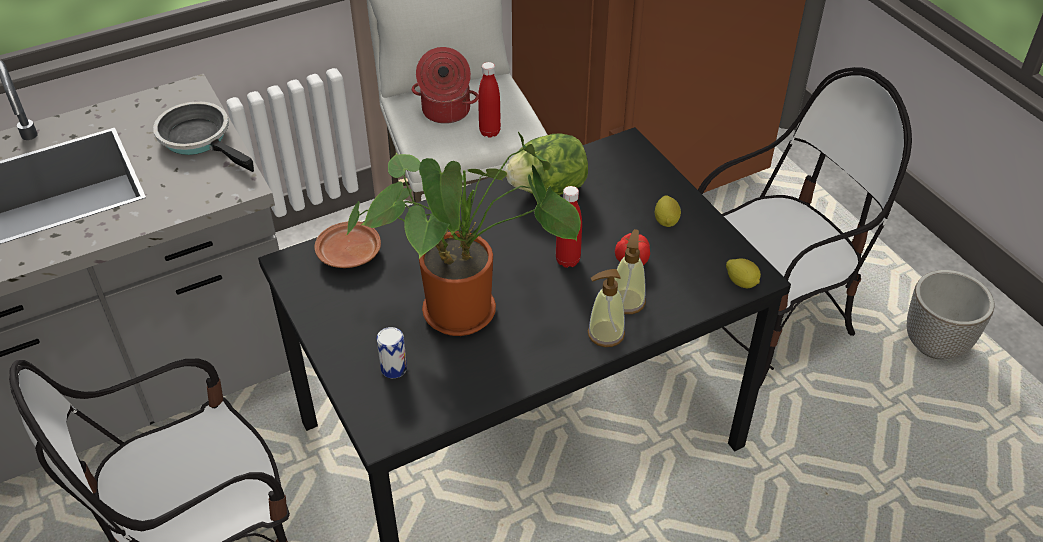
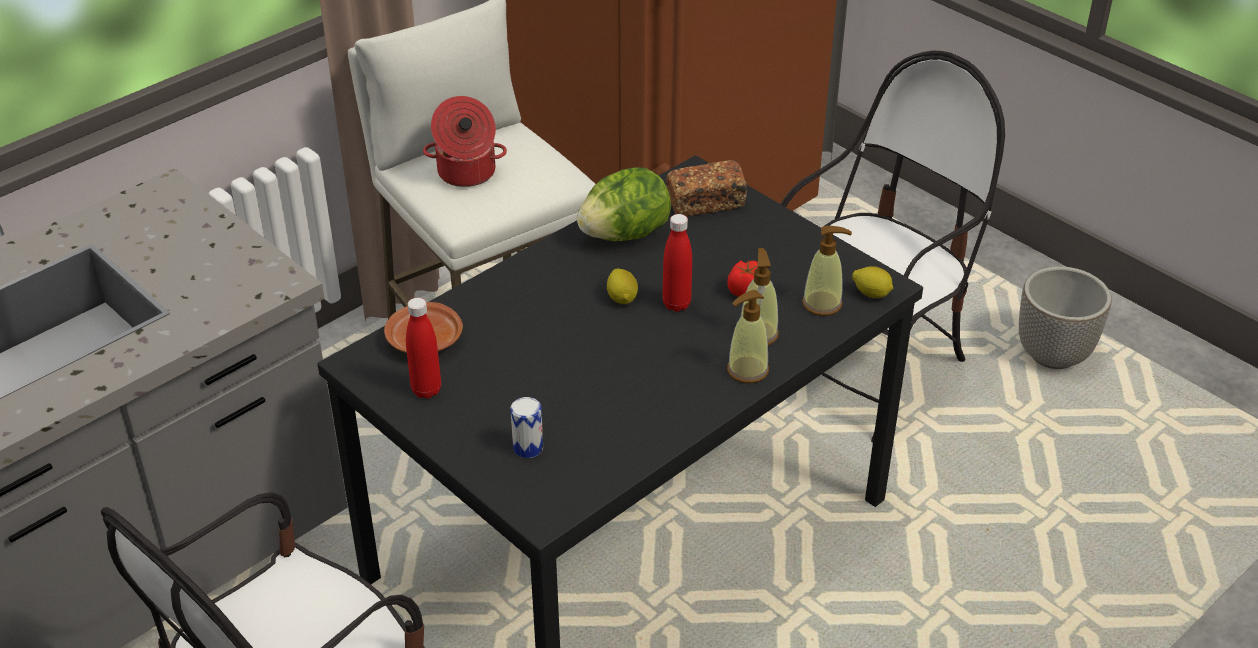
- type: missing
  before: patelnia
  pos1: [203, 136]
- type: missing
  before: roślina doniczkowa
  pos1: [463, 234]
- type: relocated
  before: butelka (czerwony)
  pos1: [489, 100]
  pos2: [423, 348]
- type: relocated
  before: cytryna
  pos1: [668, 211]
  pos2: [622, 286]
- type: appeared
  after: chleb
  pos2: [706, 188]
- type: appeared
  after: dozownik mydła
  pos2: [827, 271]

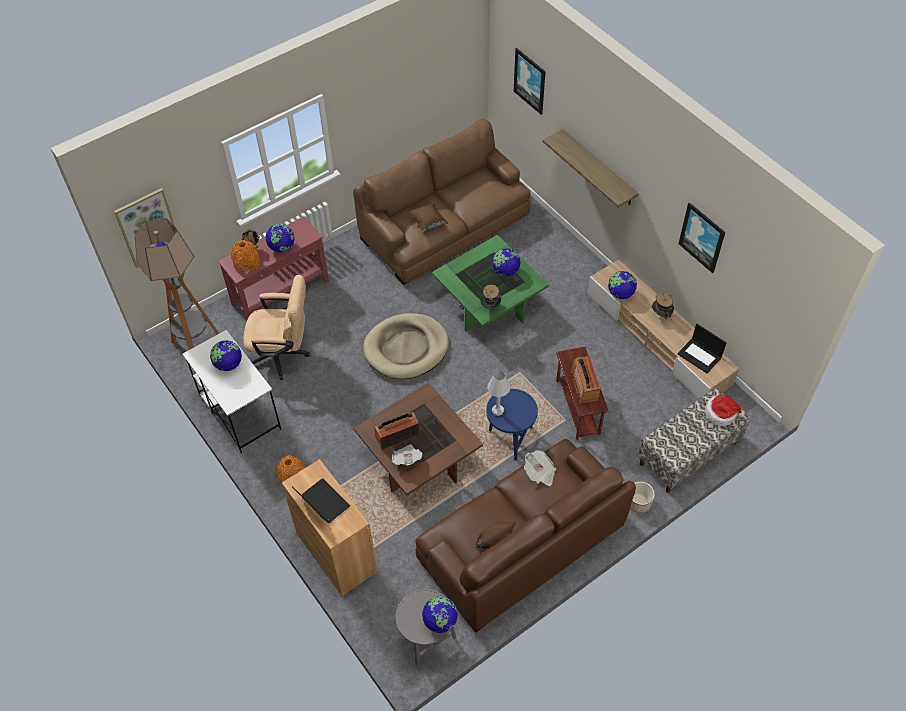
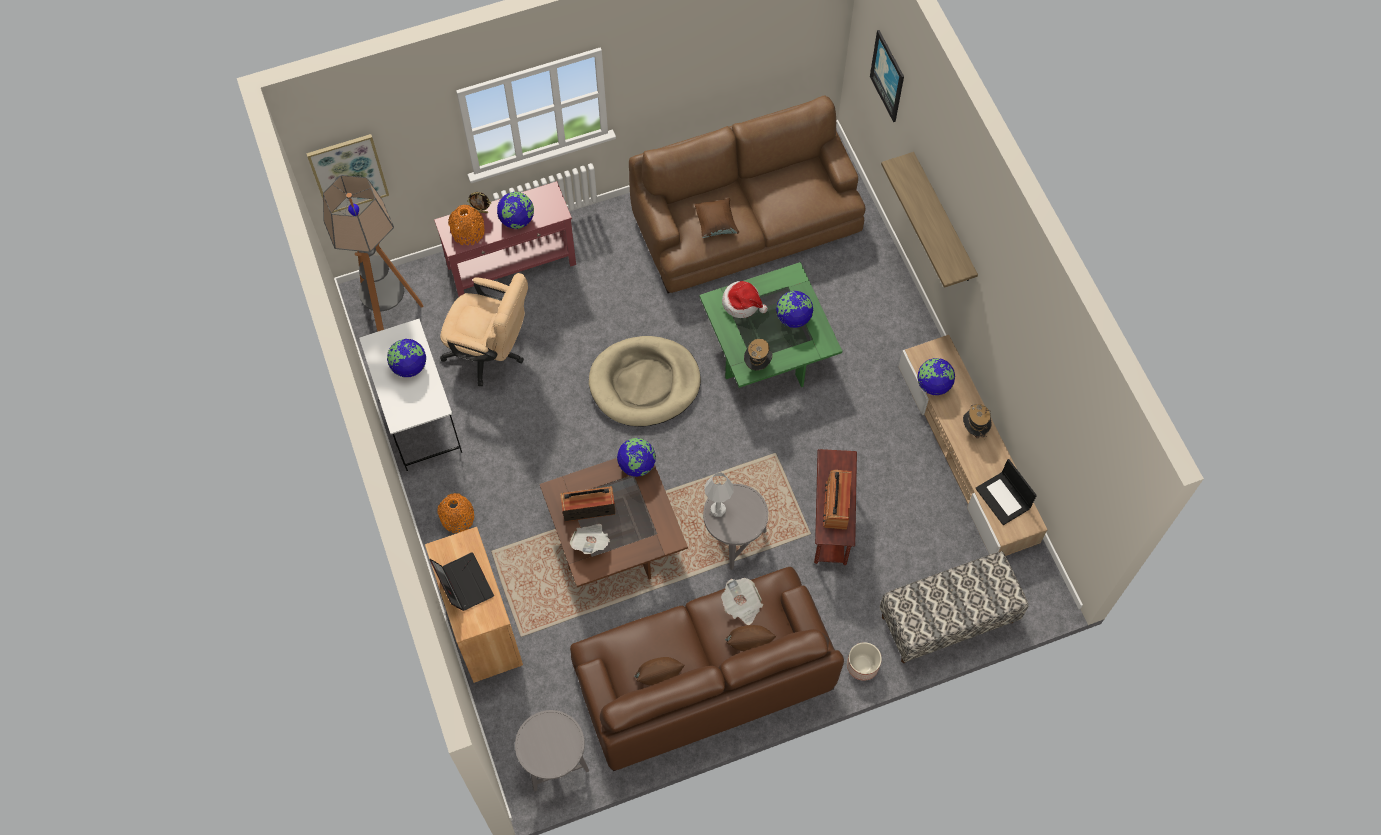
- type: relocated
  before: globus
  pos1: [440, 615]
  pos2: [636, 457]
- type: colour
  before: stolik (niebieski)
  after: stolik (szary)
  pos1: [512, 425]
  pos2: [735, 527]
- type: missing
  before: obraz
  pos1: [701, 237]
- type: relocated
  before: kapelusz
  pos1: [725, 410]
  pos2: [745, 299]
- type: appeared
  after: poduszka (brązowy)
  pos2: [750, 638]

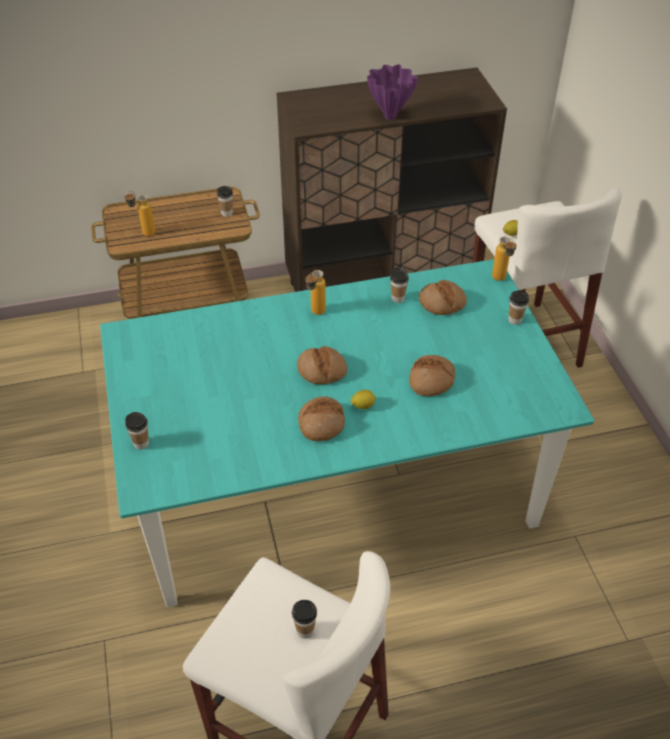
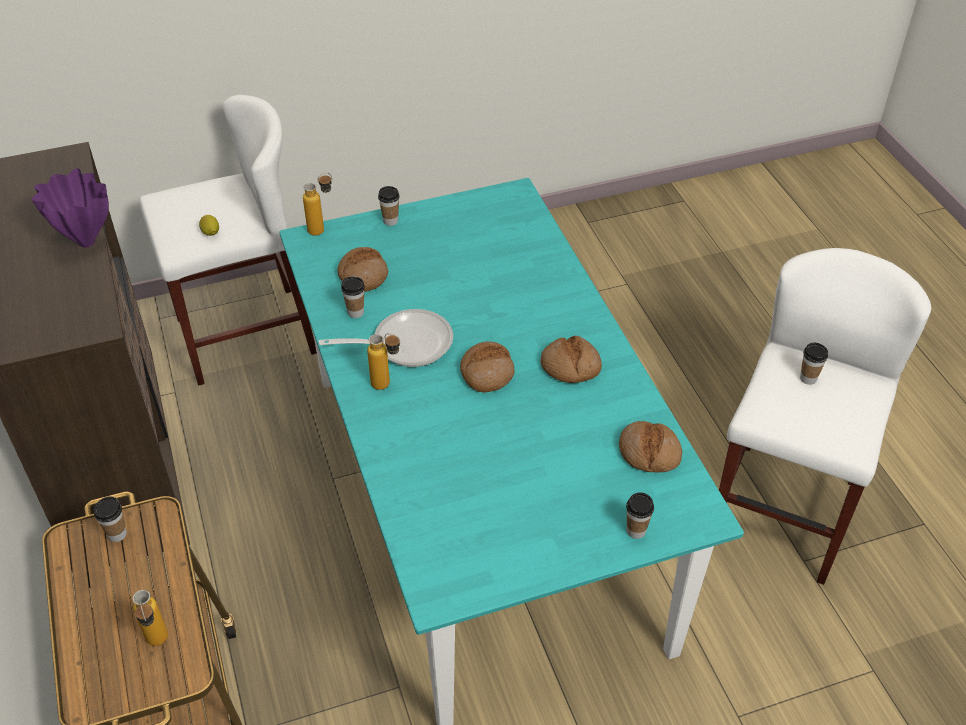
- type: missing
  before: cytryna
  pos1: [363, 399]
- type: relocated
  before: chleb
  pos1: [432, 375]
  pos2: [650, 447]
- type: appeared
  after: patelnia
  pos2: [386, 338]

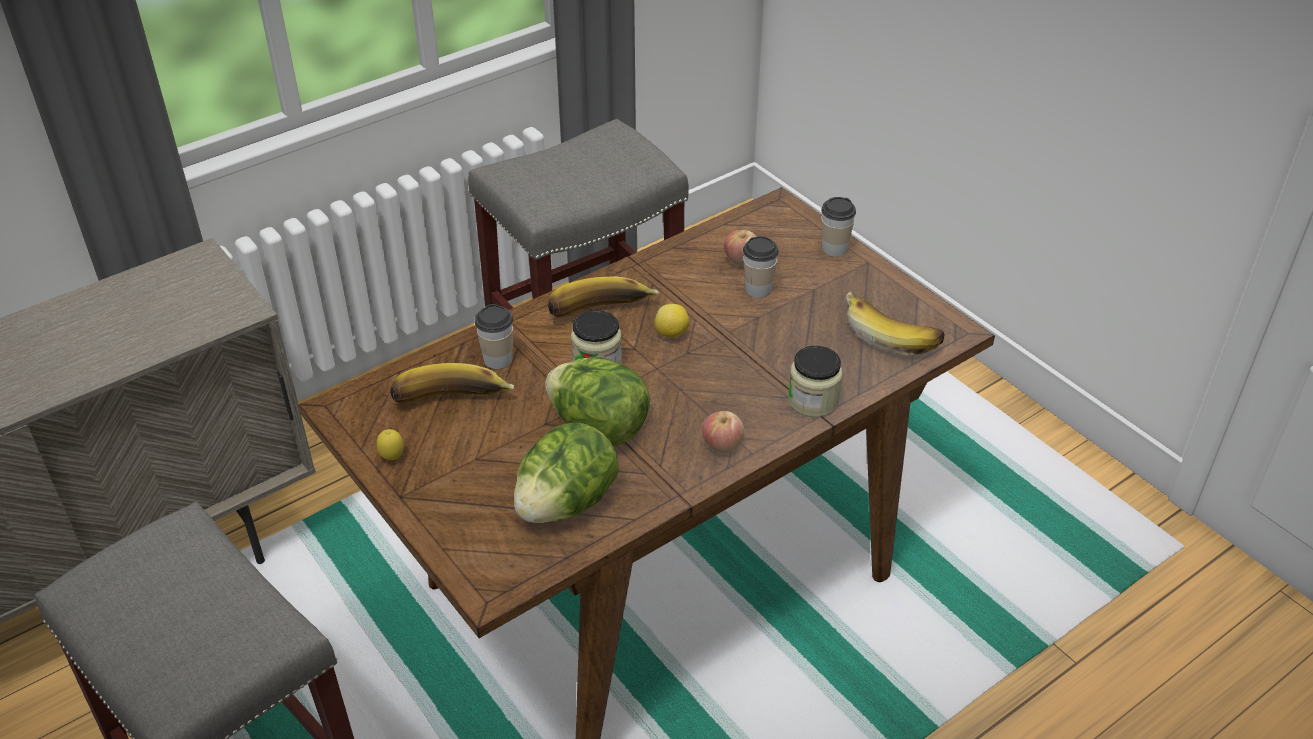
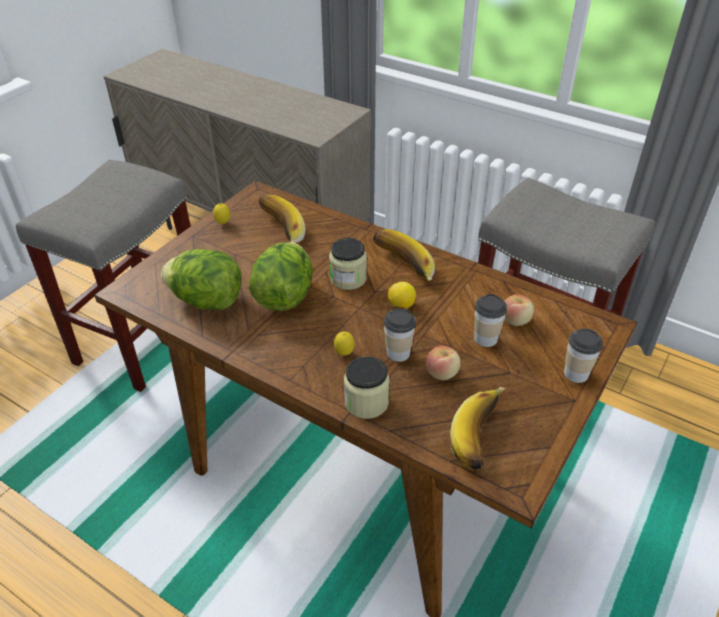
- type: relocated
  before: filiżanka
  pos1: [494, 336]
  pos2: [400, 335]
- type: relocated
  before: jabłko
  pos1: [723, 432]
  pos2: [443, 363]
- type: appeared
  after: cytryna
  pos2: [344, 343]

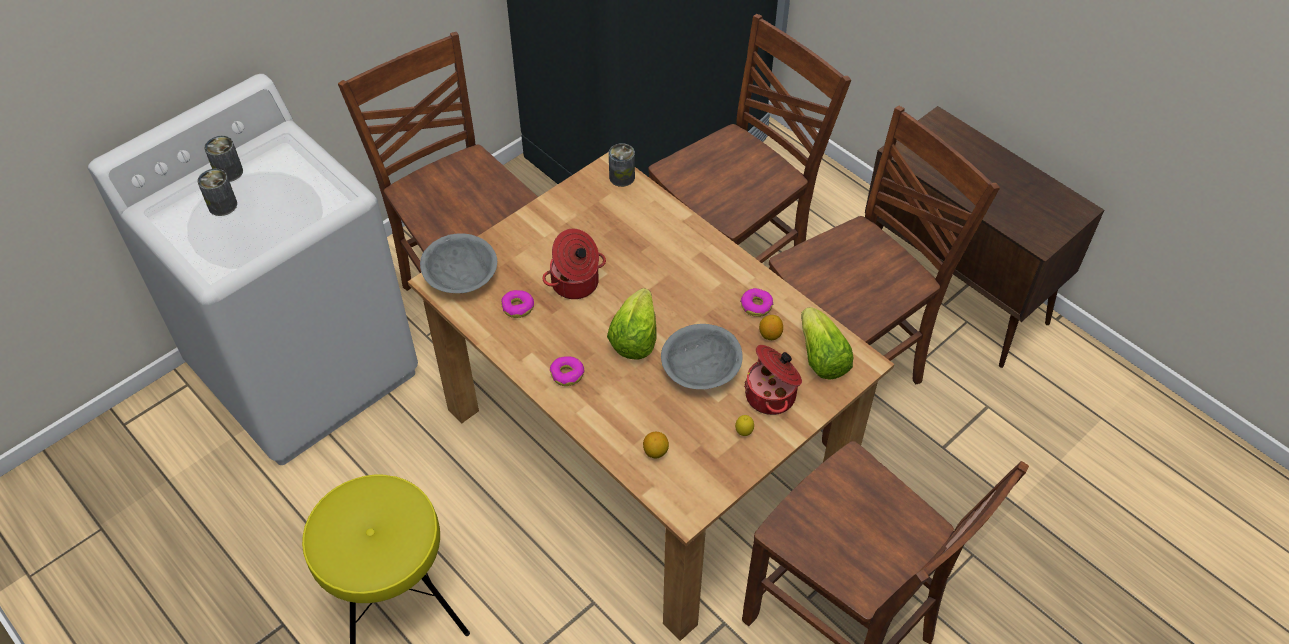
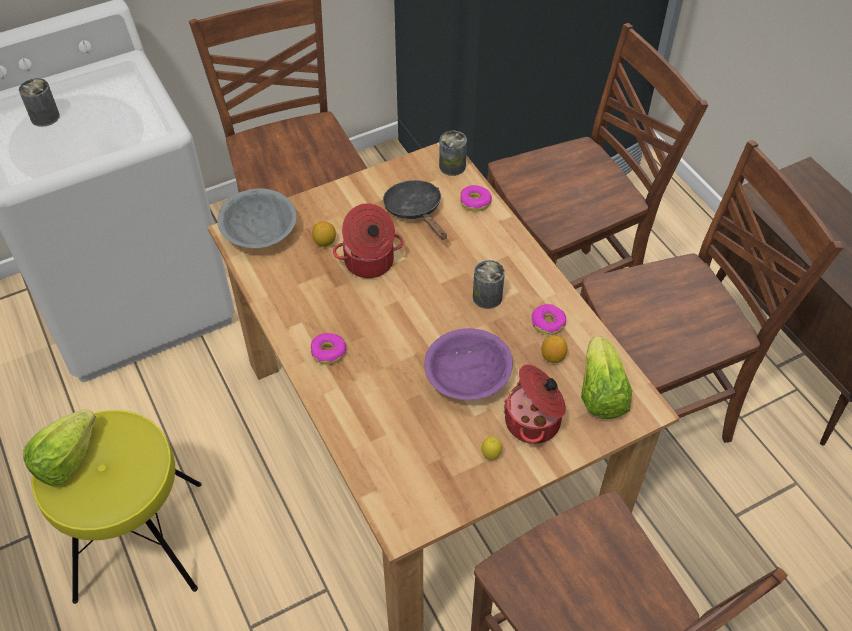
- type: relocated
  before: puszka
  pos1: [223, 159]
  pos2: [489, 284]
- type: relocated
  before: donut
  pos1: [517, 304]
  pos2: [476, 198]
- type: relocated
  before: sałata
  pos1: [631, 323]
  pos2: [59, 447]
- type: relocated
  before: cytryna
  pos1: [656, 445]
  pos2: [324, 234]
- type: colour
  before: miska (szary)
  after: miska (fioletowy)
  pos1: [702, 356]
  pos2: [468, 364]
- type: appeared
  after: patelnia (czarny)
  pos2: [415, 210]

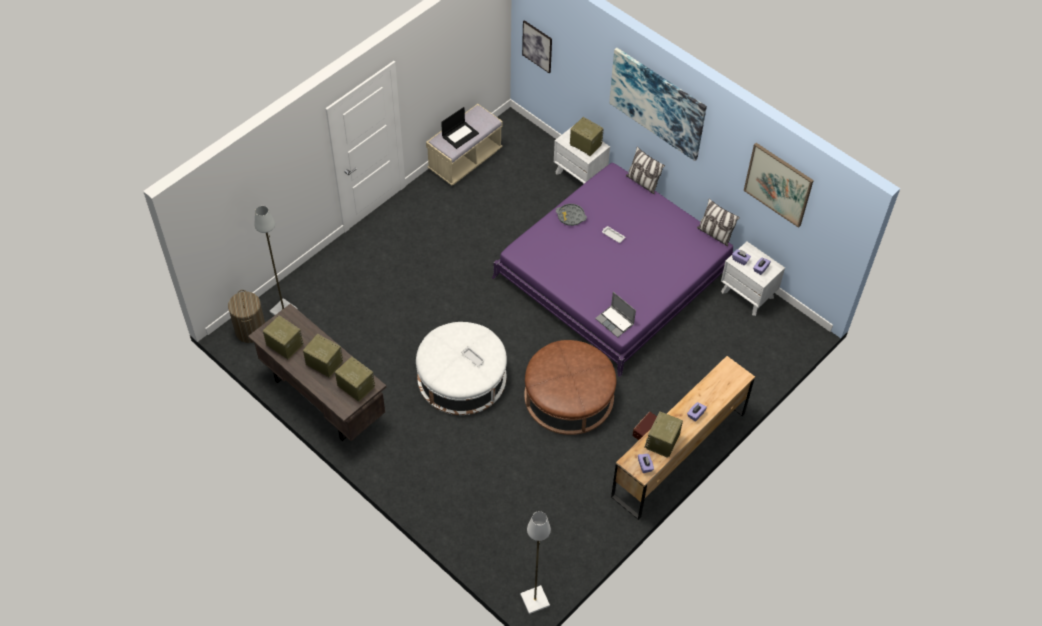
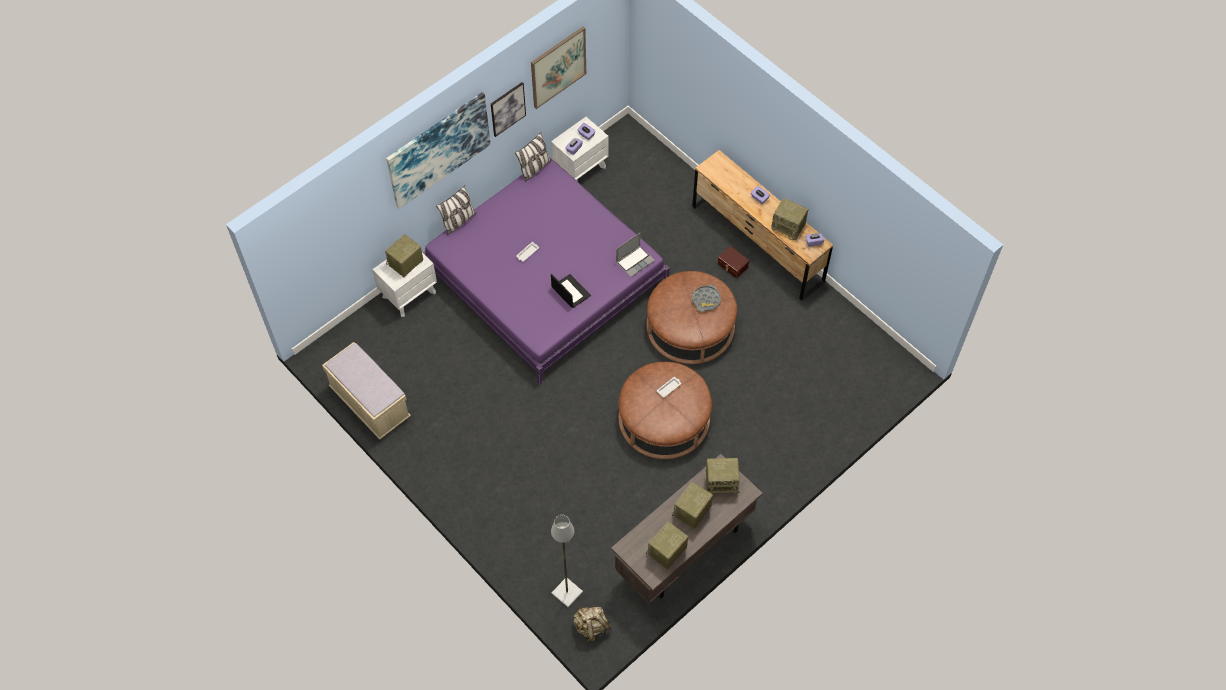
- type: exchanged
  before: kosz na pranie
  after: plecak (beżowy)
  pos1: [246, 316]
  pos2: [592, 624]
- type: spun
  before: radio
  pos1: [355, 379]
  pos2: [723, 476]
  turn: -135
- type: colour
  before: pufa (biały)
  after: pufa (brązowy)
  pos1: [461, 368]
  pos2: [665, 410]
- type: relocated
  before: laptop
  pos1: [460, 128]
  pos2: [571, 291]
- type: missing
  before: lampa stojąca (biały)
  pos1: [535, 562]
- type: relocated
  before: obraz
  pos1: [537, 46]
  pos2: [508, 109]
- type: relocated
  before: taca (szary)
  pos1: [571, 215]
  pos2: [706, 298]

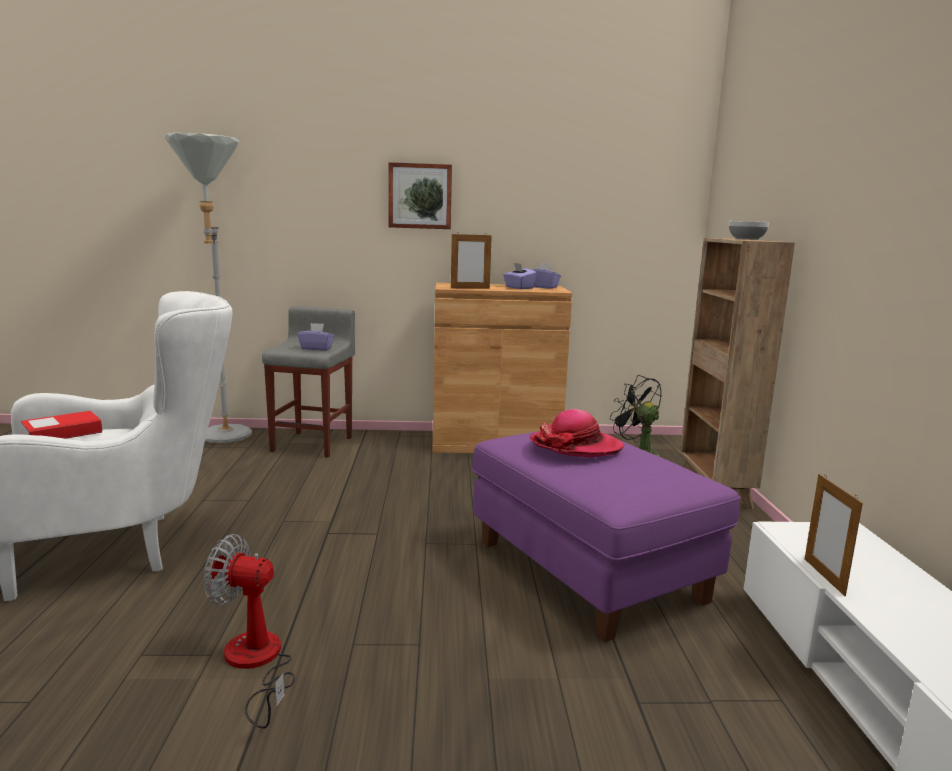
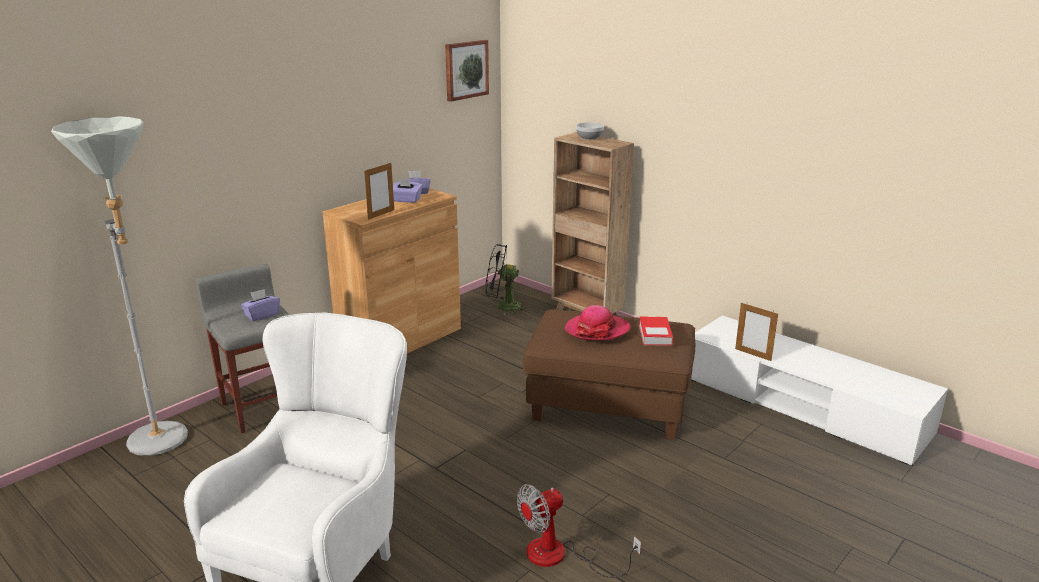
- type: relocated
  before: książka
  pos1: [61, 425]
  pos2: [656, 331]
- type: relocated
  before: obraz
  pos1: [420, 195]
  pos2: [467, 71]
- type: colour
  before: pufa (fioletowy)
  after: pufa (brązowy)
  pos1: [606, 536]
  pos2: [609, 374]

